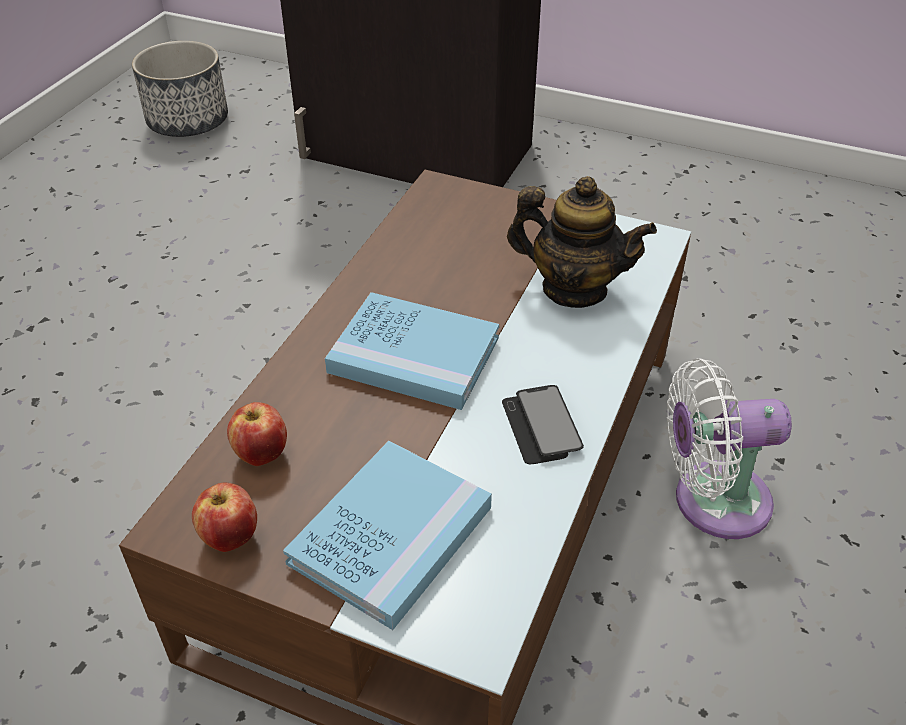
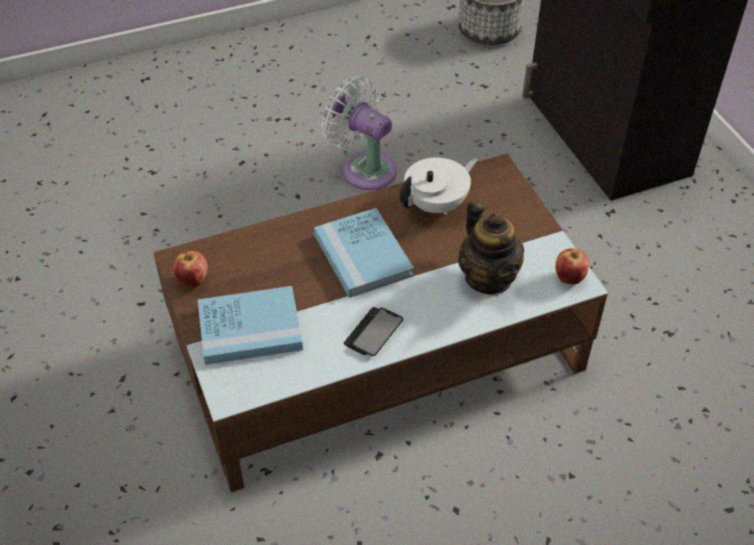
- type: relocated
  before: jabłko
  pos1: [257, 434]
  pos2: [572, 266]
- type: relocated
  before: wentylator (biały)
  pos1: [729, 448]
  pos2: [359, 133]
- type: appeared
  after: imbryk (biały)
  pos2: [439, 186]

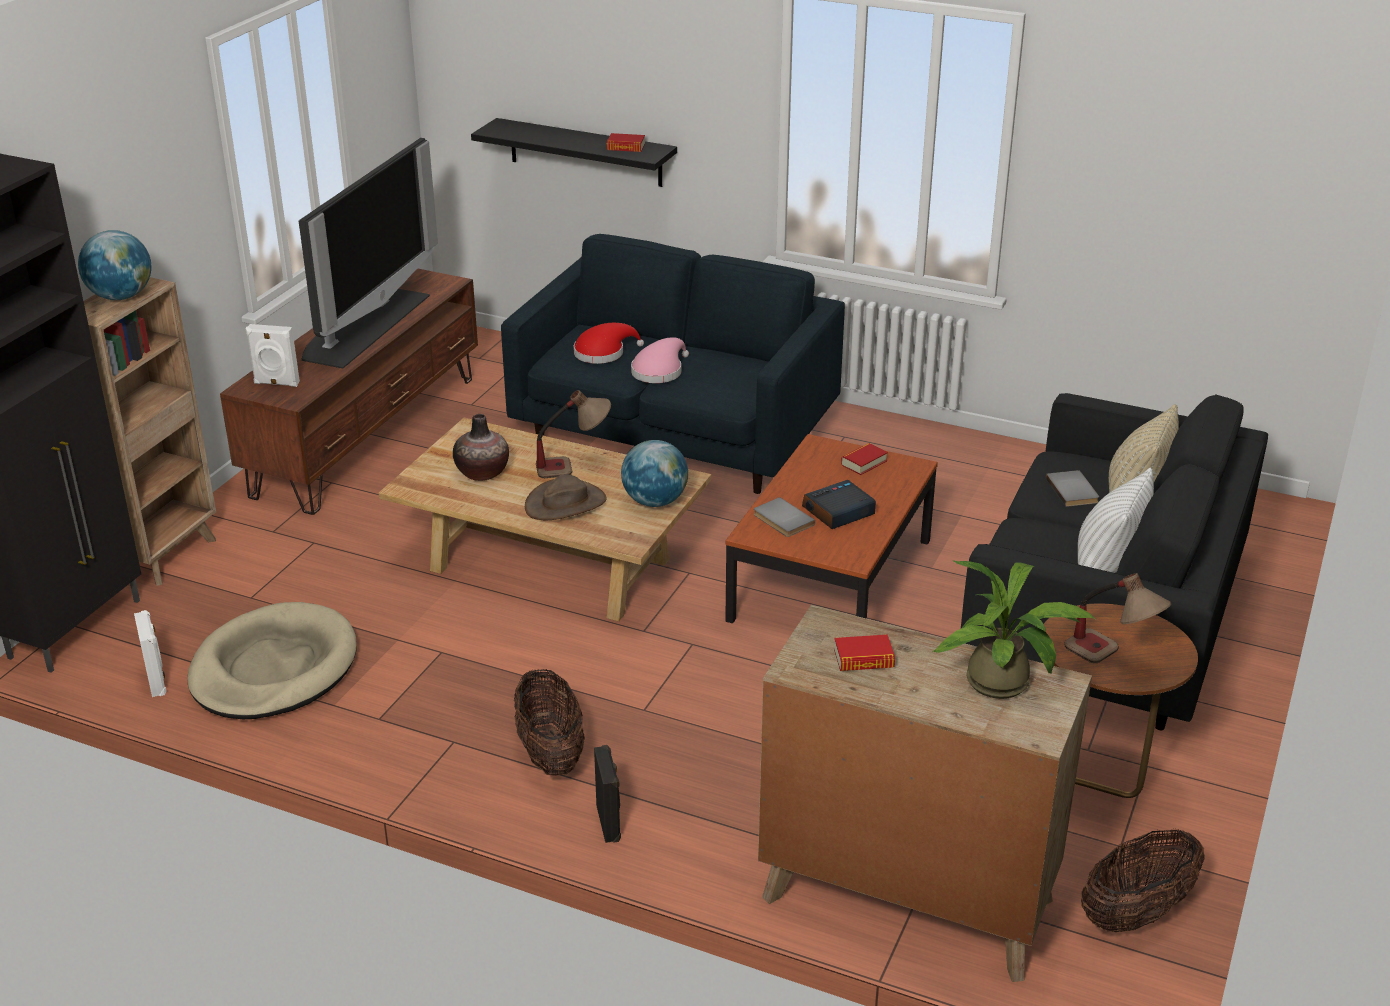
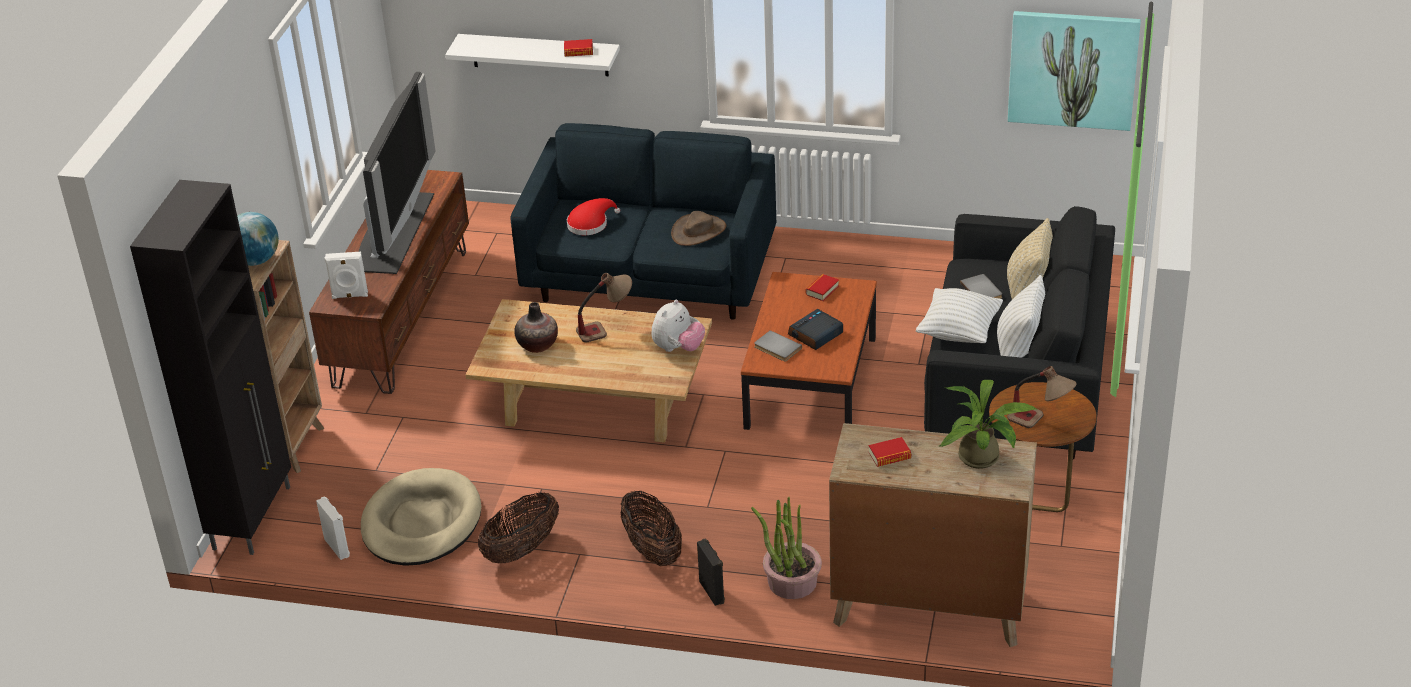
- type: colour
  before: półka (czarny)
  after: półka (biały)
  pos1: [574, 152]
  pos2: [532, 55]
- type: relocated
  before: kapelusz (brązowy)
  pos1: [565, 497]
  pos2: [698, 228]
- type: exchanged
  before: globus
  after: pluszak
  pos1: [654, 473]
  pos2: [678, 326]
- type: missing
  before: kapelusz (różowy)
  pos1: [660, 360]
- type: relocated
  before: koszyk
  pos1: [1142, 880]
  pos2: [518, 527]
- type: appeared
  after: roślina doniczkowa
  pos2: [786, 548]
- type: appeared
  after: poduszka (biały)
  pos2: [959, 315]
- type: appeared
  after: obraz
  pos2: [1074, 71]

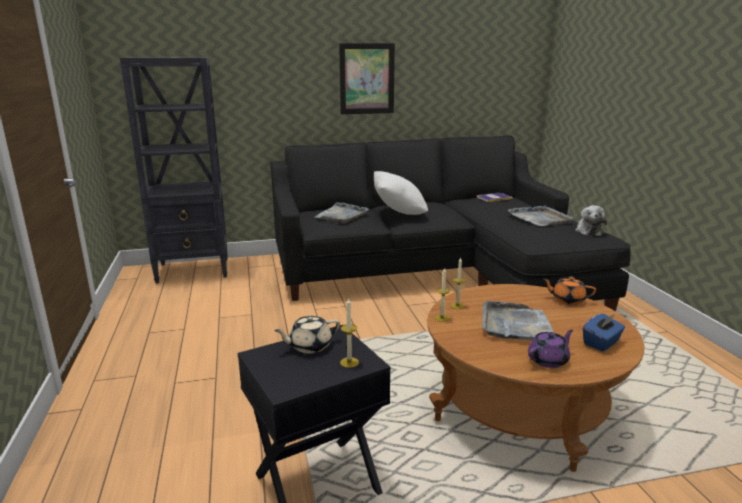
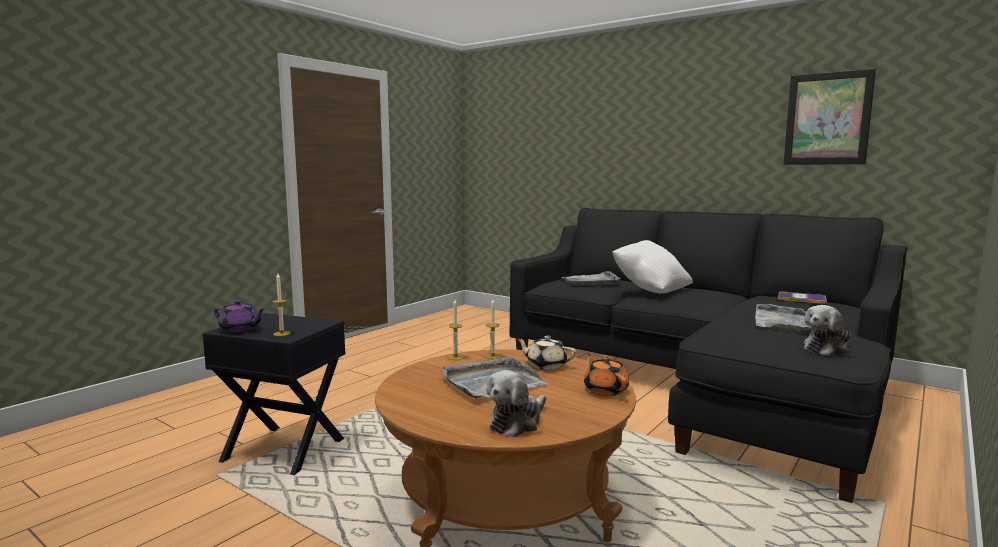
- type: missing
  before: regał (czarny)
  pos1: [174, 170]
- type: relocated
  before: imbryk (beżowy)
  pos1: [307, 334]
  pos2: [546, 353]
- type: relocated
  before: obraz
  pos1: [367, 78]
  pos2: [830, 116]
- type: relocated
  before: imbryk (fioletowy)
  pos1: [550, 349]
  pos2: [239, 316]
- type: exchanged
  before: pudełko chusteczek (niebieski)
  after: pluszak
  pos1: [604, 333]
  pos2: [516, 403]

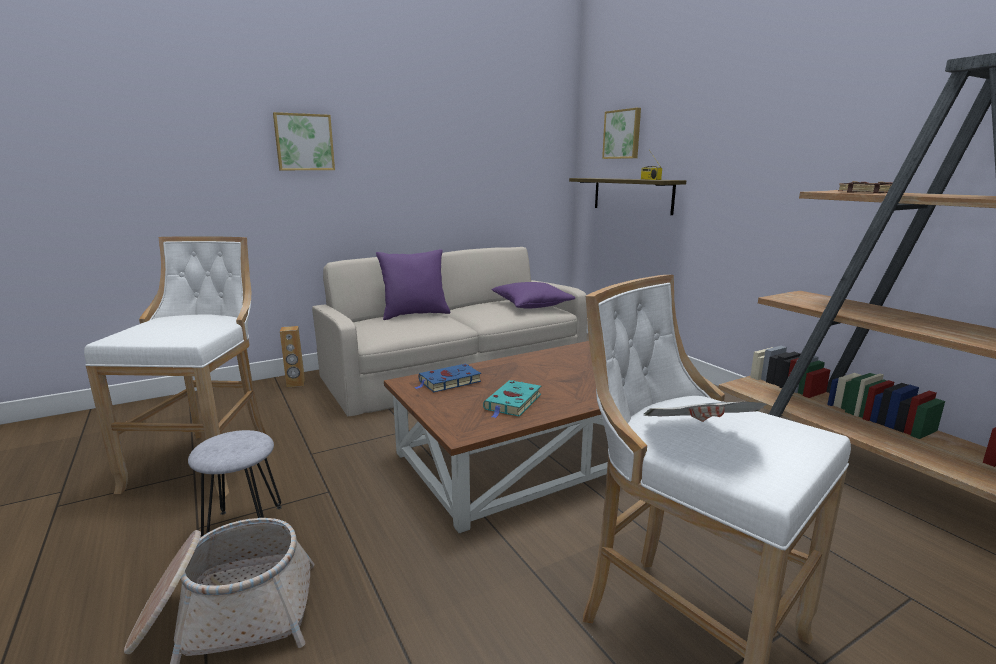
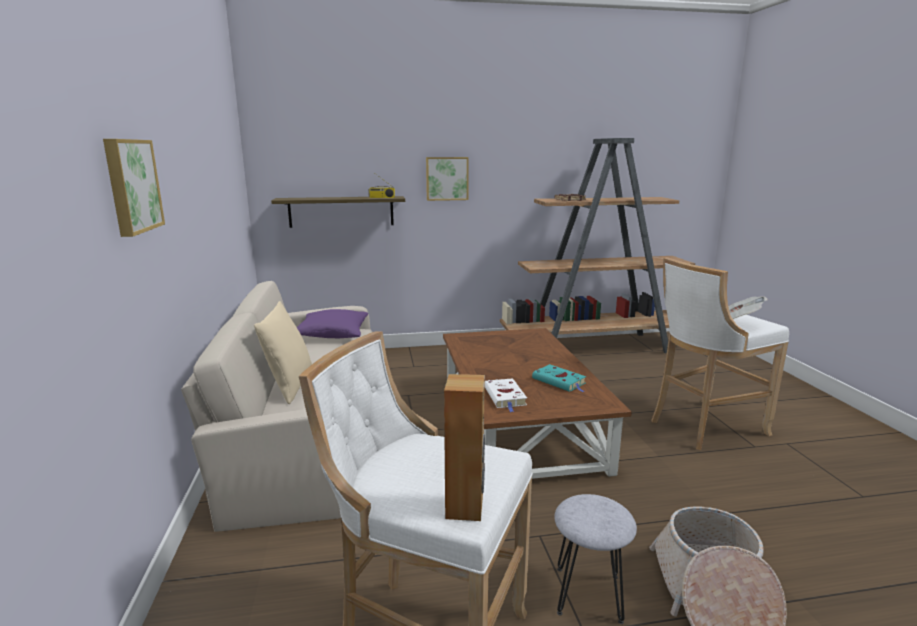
- type: relocated
  before: głośnik (brązowy)
  pos1: [292, 356]
  pos2: [464, 447]
- type: colour
  before: poduszka (fioletowy)
  after: poduszka (beżowy)
  pos1: [413, 284]
  pos2: [283, 352]
- type: colour
  before: książka (niebieski)
  after: książka (biały)
  pos1: [447, 378]
  pos2: [506, 395]
- type: relocated
  before: obraz
  pos1: [621, 133]
  pos2: [447, 179]

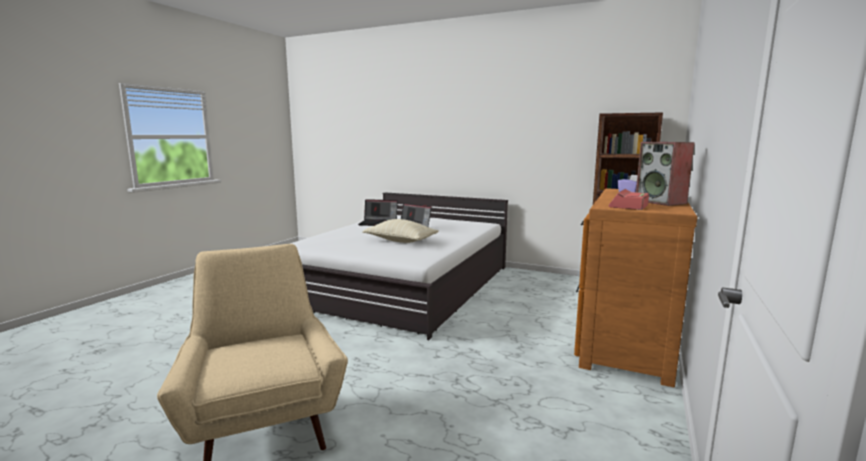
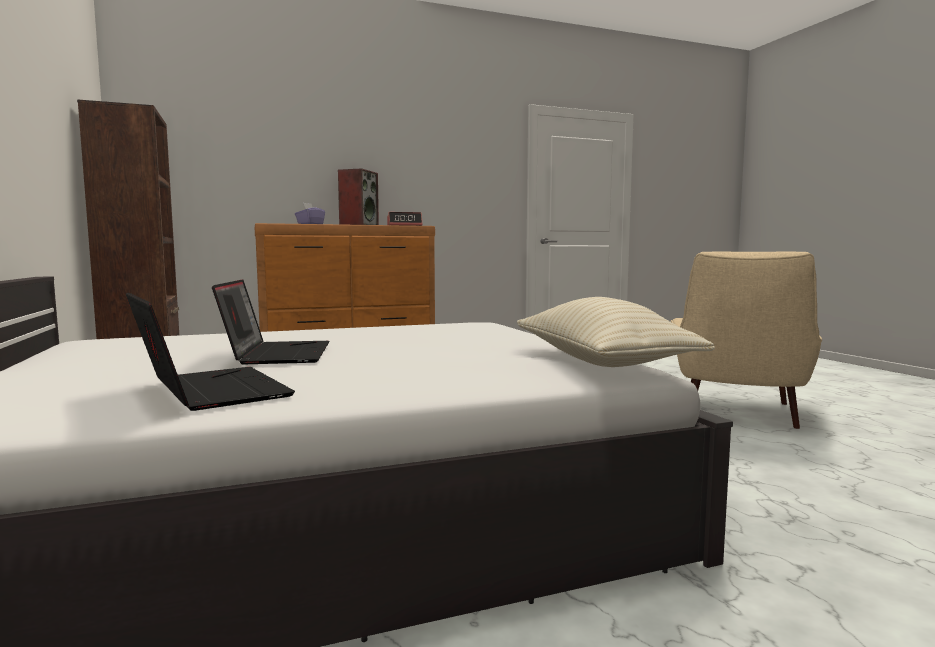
- type: relocated
  before: poduszka (beżowy)
  pos1: [400, 231]
  pos2: [616, 332]

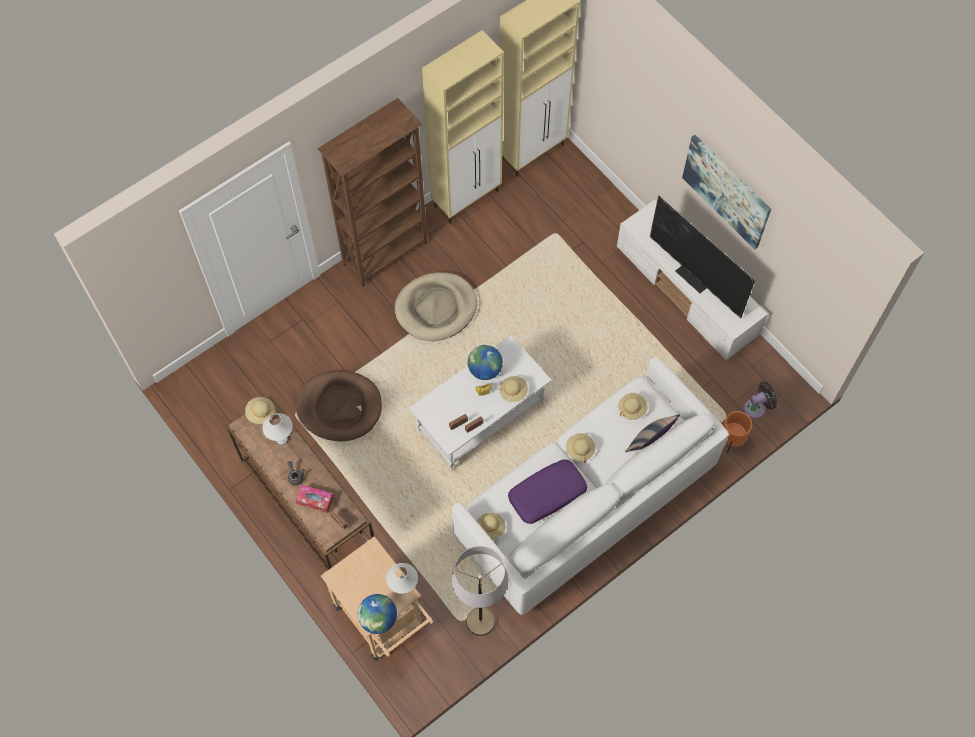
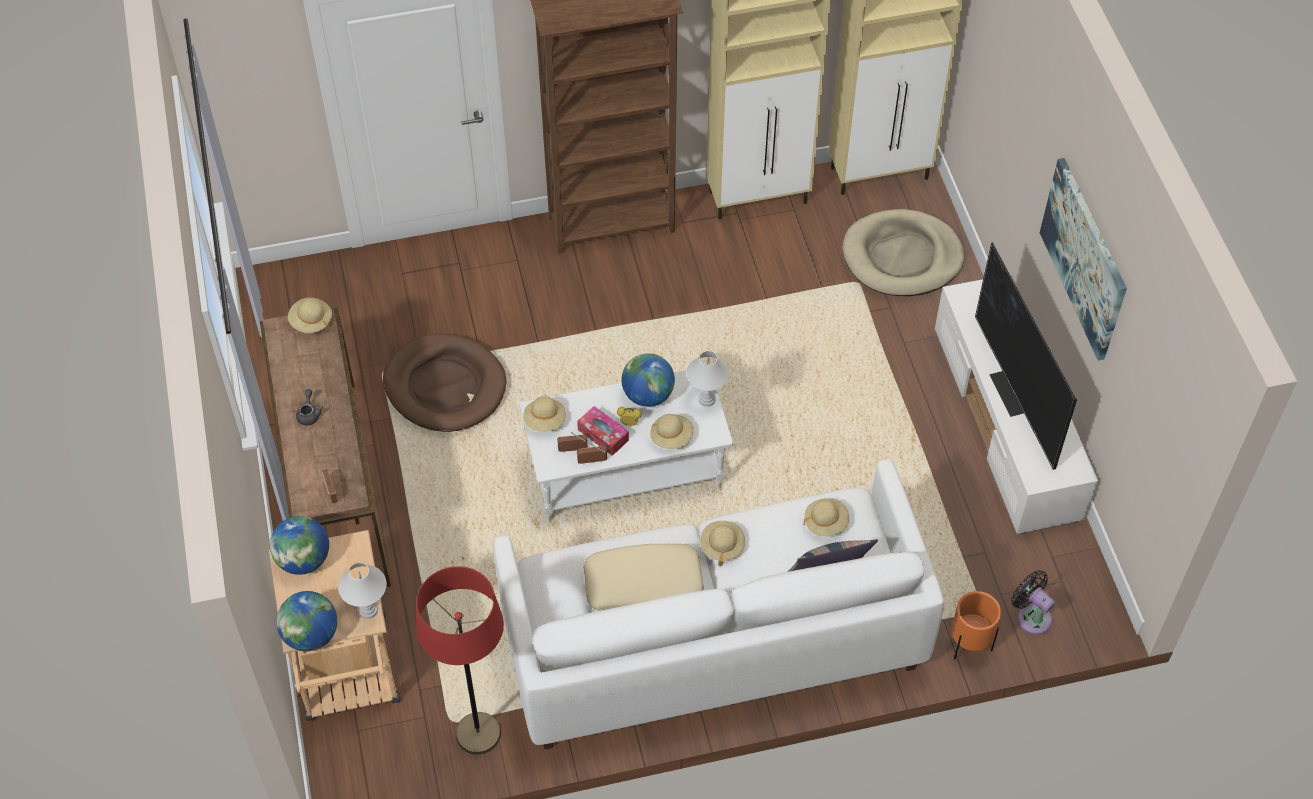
- type: relocated
  before: lampa stołowa (biały)
  pos1: [277, 429]
  pos2: [708, 379]
- type: relocated
  before: pudełko chusteczek
  pos1: [314, 499]
  pos2: [603, 431]
- type: relocated
  before: legowisko (beżowy)
  pos1: [436, 306]
  pos2: [903, 252]
- type: colour
  before: lampa stojąca (szary)
  after: lampa stojąca (czerwony)
  pos1: [480, 591]
  pos2: [460, 660]
- type: relocated
  before: kapelusz (beżowy)
  pos1: [491, 526]
  pos2: [544, 414]
- type: colour
  before: poduszka (fioletowy)
  after: poduszka (beżowy)
  pos1: [547, 491]
  pos2: [643, 577]
- type: spun
  before: wentylator (czarny)
  pos1: [760, 400]
  pos2: [1033, 602]
  turn: -135
- type: appeared
  after: globus
  pos2: [299, 545]

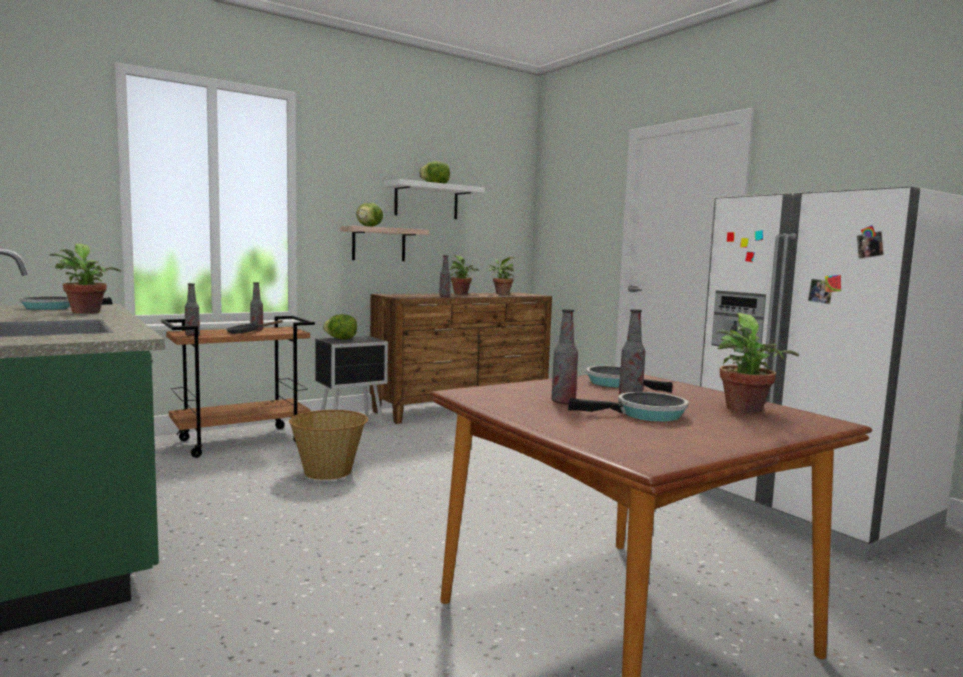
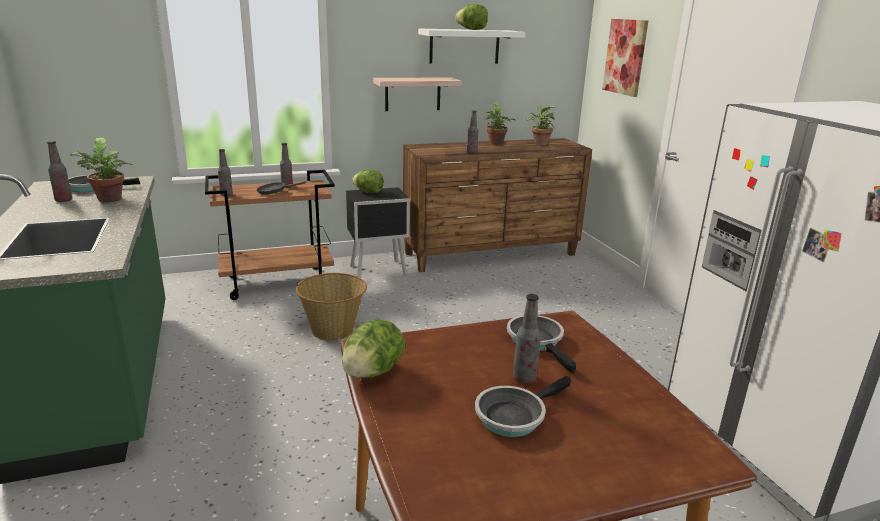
- type: relocated
  before: sałata
  pos1: [369, 215]
  pos2: [373, 348]
- type: relocated
  before: butelka
  pos1: [564, 356]
  pos2: [59, 171]
- type: spun
  before: patelnia
  pos1: [628, 406]
  pos2: [523, 406]
  turn: 135
- type: missing
  before: roślina doniczkowa
  pos1: [757, 363]
- type: appeared
  after: obraz
  pos2: [625, 58]

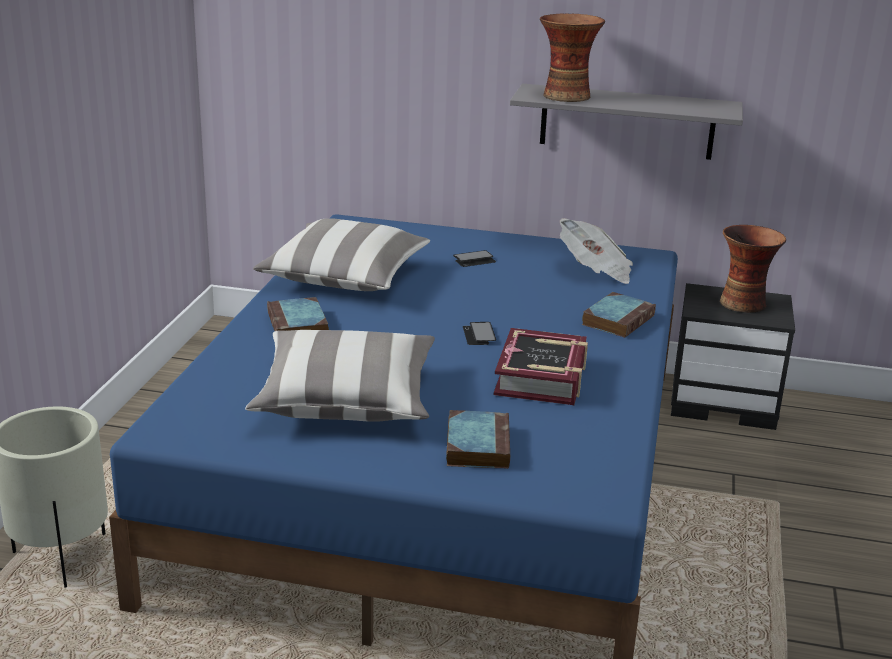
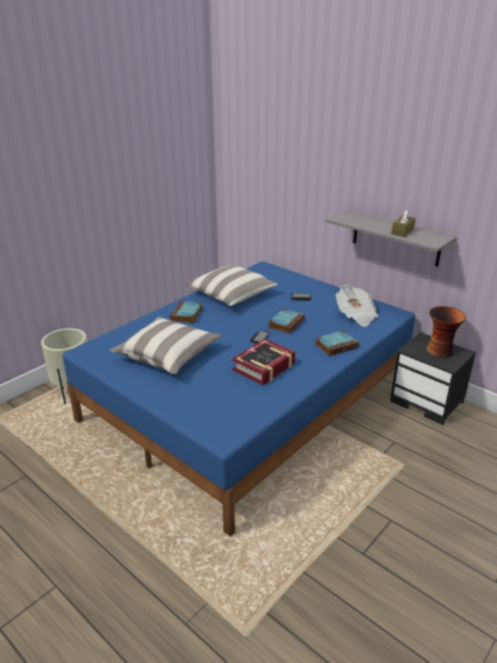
- type: relocated
  before: książka
  pos1: [478, 439]
  pos2: [287, 321]
- type: missing
  before: wazon
  pos1: [572, 57]
- type: appeared
  after: pudełko chusteczek (brązowy)
  pos2: [403, 223]

